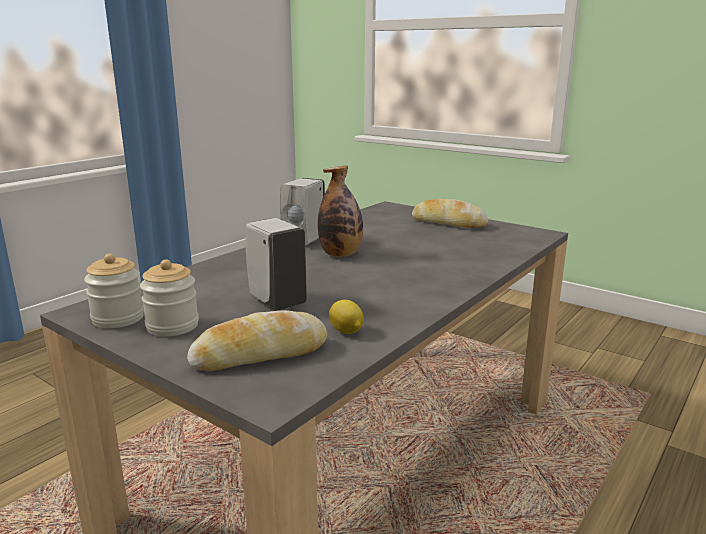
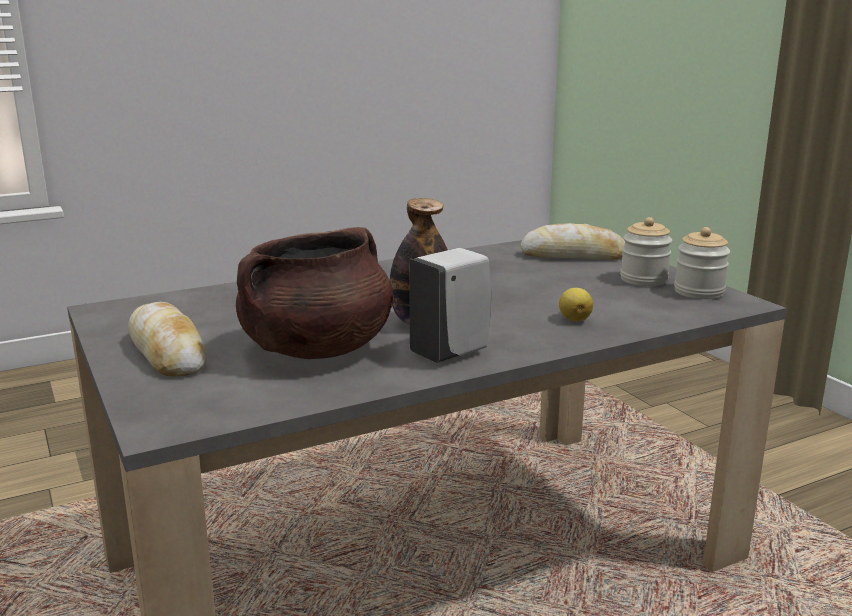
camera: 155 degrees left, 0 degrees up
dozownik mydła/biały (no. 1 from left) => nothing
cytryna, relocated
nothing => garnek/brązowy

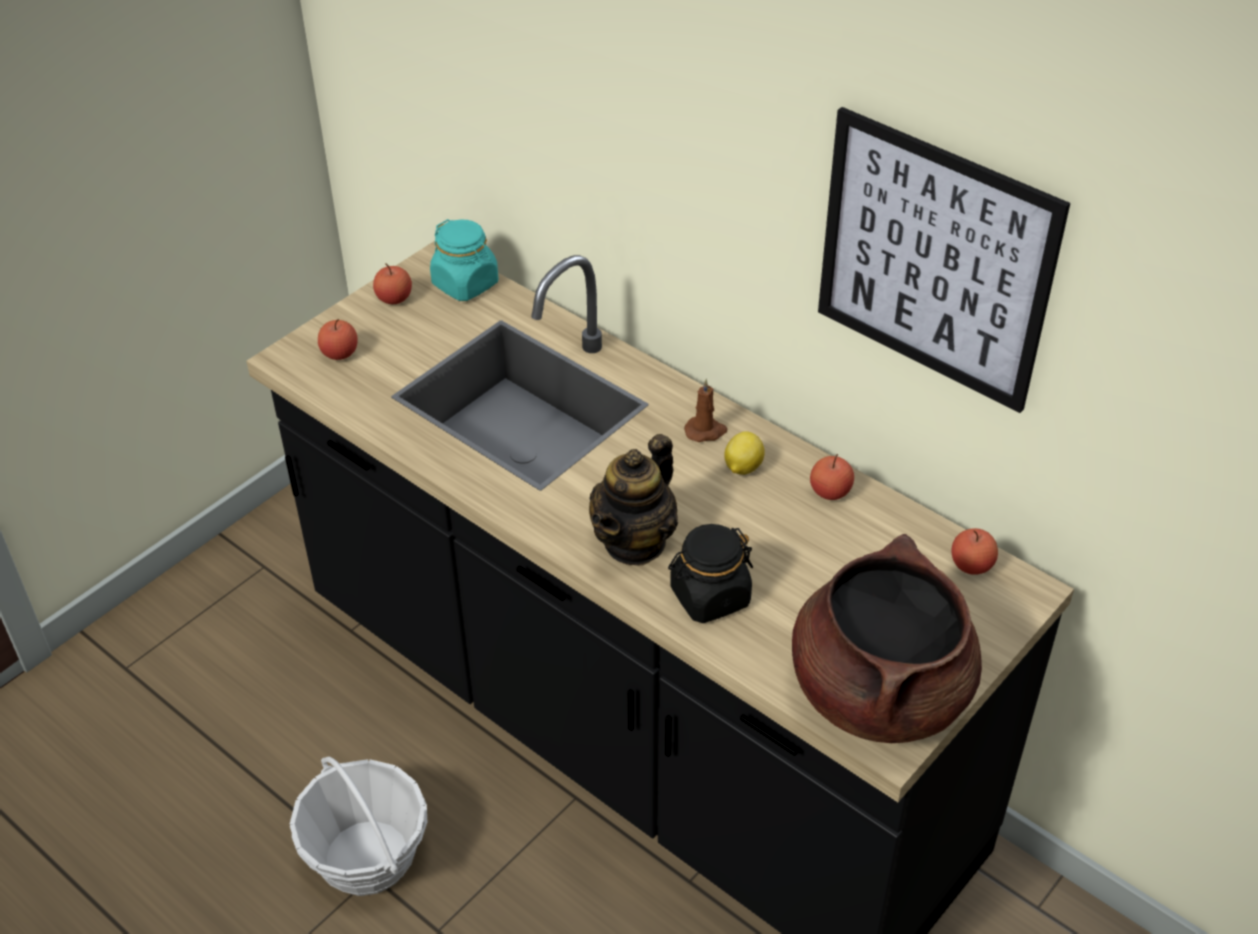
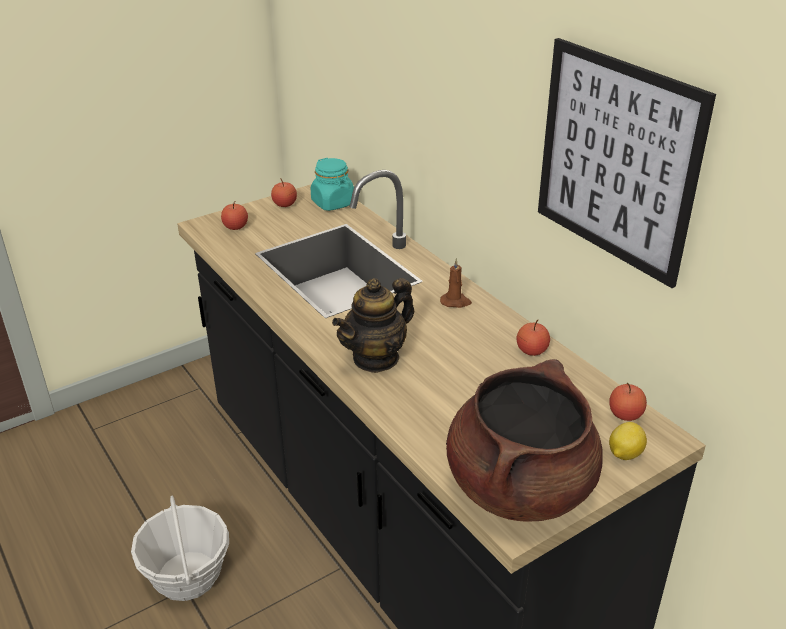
camera: 15 degrees right, 10 degrees down
słoik/czarny => nothing
cytryna, relocated

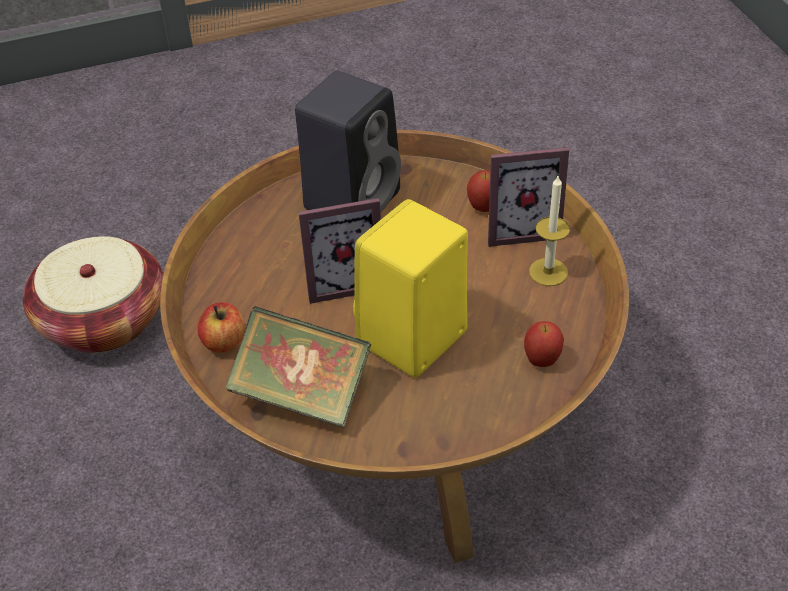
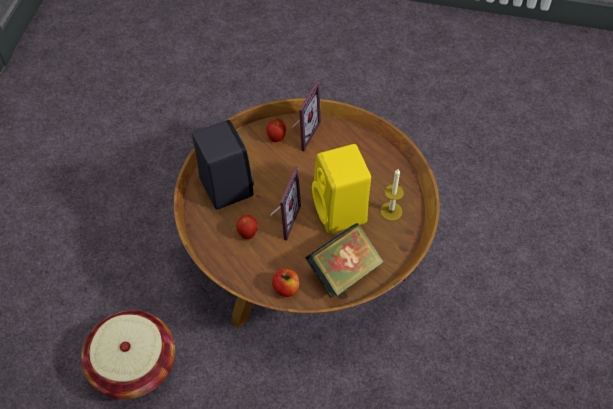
camera: 60 degrees left, 10 degrees up
jabłko (no. 3 from left in the first image) => jabłko (no. 1 from left), relocated
świeca, relocated

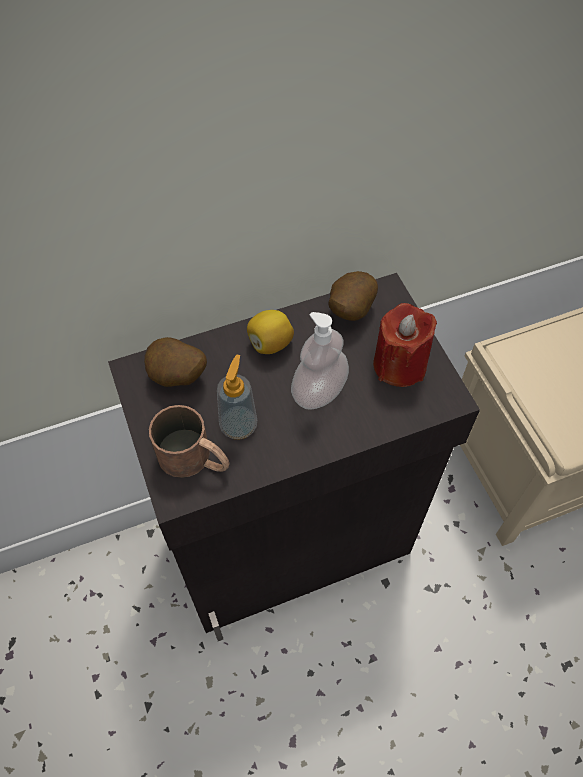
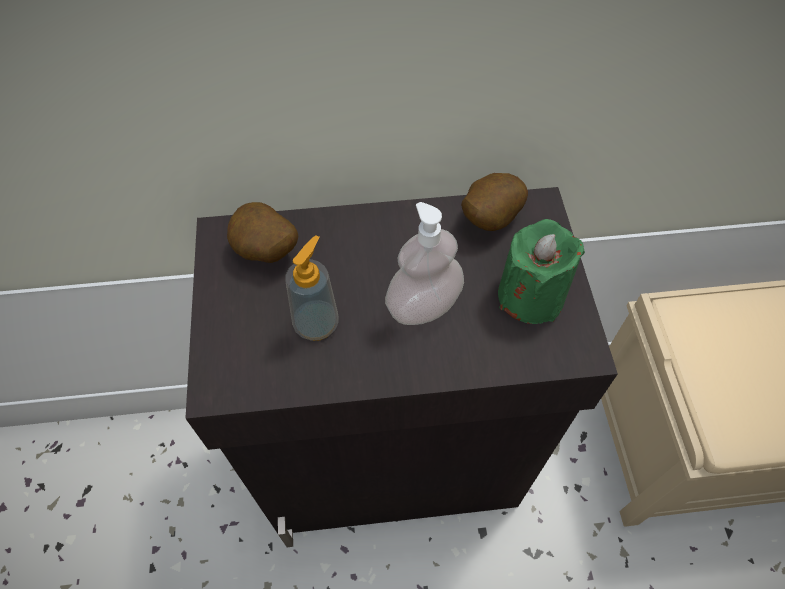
camera: 15 degrees right, 0 degrees up
kubek/brązowy => nothing
cytryna => nothing
świeca/czerwony => świeca/zielony

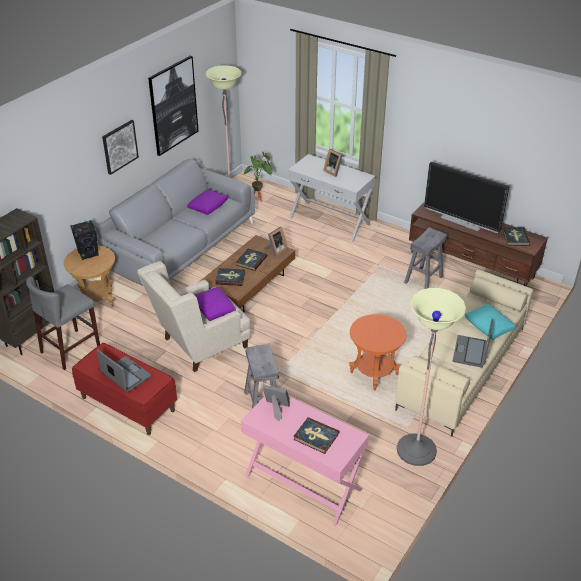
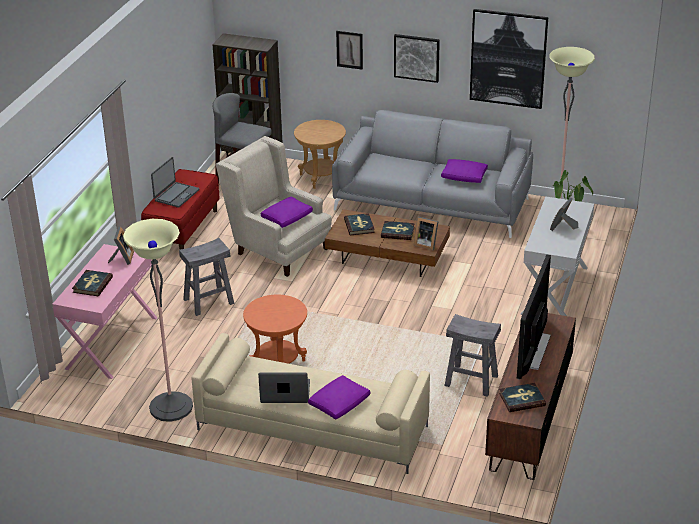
camera: 75 degrees right, 5 degrees down
głośnik/czarny => nothing
poduszka/turkusowy => poduszka/fioletowy (no. 2 from left)
nothing => obraz (no. 1 from left)

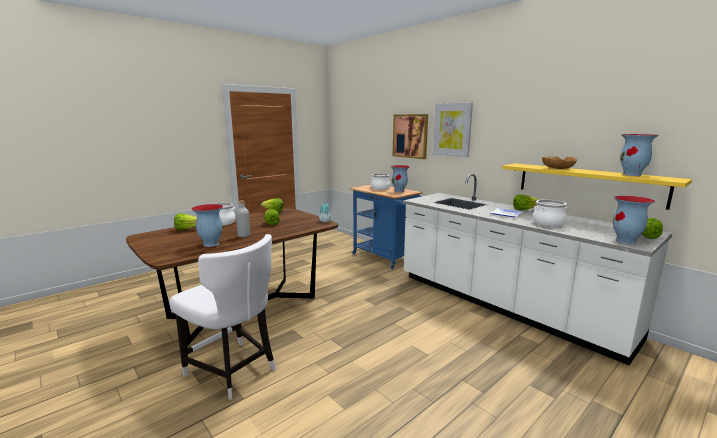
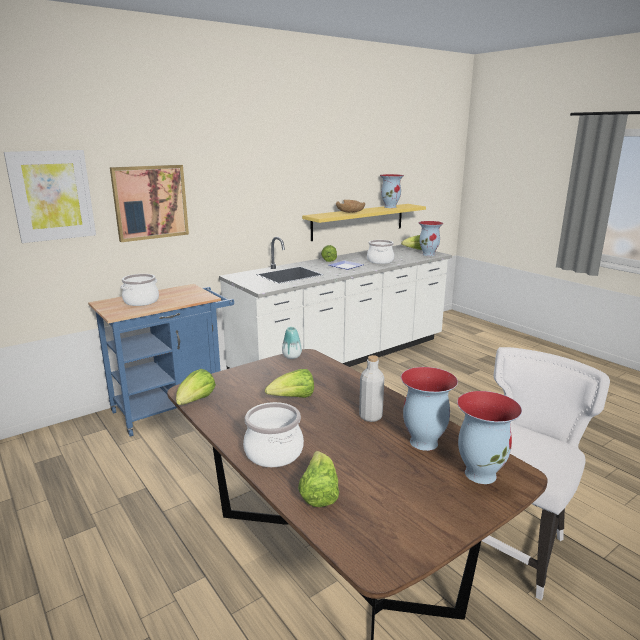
camera: 85 degrees left, 5 degrees up
wazon (no. 3 from left in the first image) => wazon (no. 5 from left), relocated
obraz (no. 2 from left in the first image) => obraz (no. 1 from left), relocated

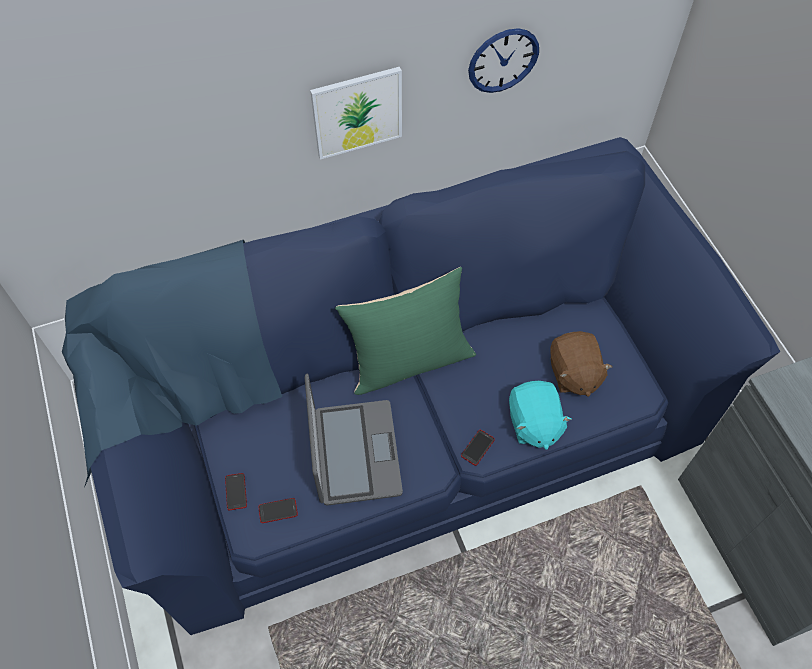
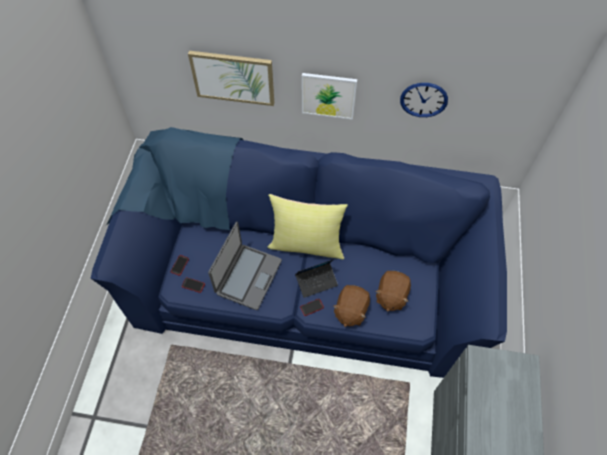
camera: 30 degrees right, 0 degrees up
poduszka/zielony => poduszka/żółty
pluszak/turkusowy => pluszak/brązowy (no. 1 from left)
nothing => obraz (no. 1 from left)
nothing => laptop (no. 2 from left)

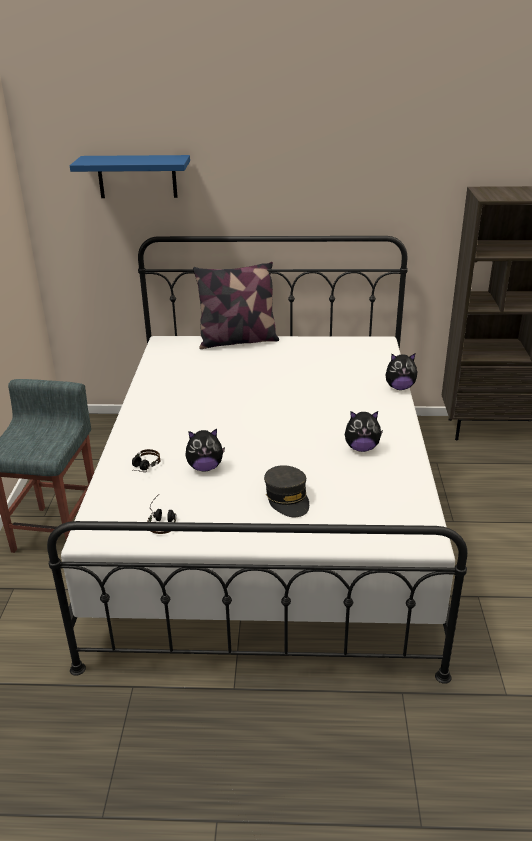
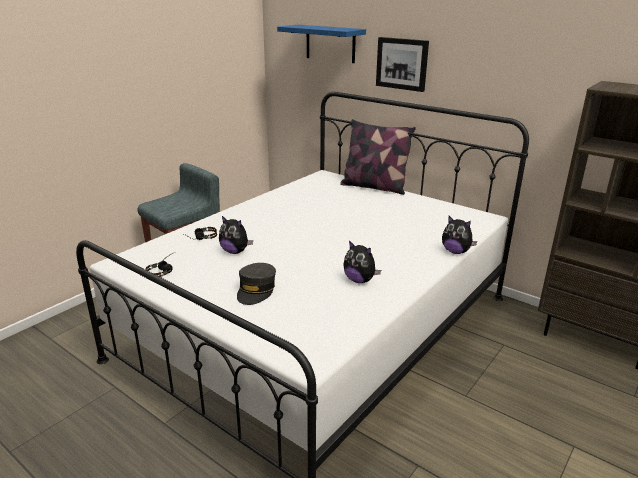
camera: 35 degrees right, 5 degrees down
nothing => obraz

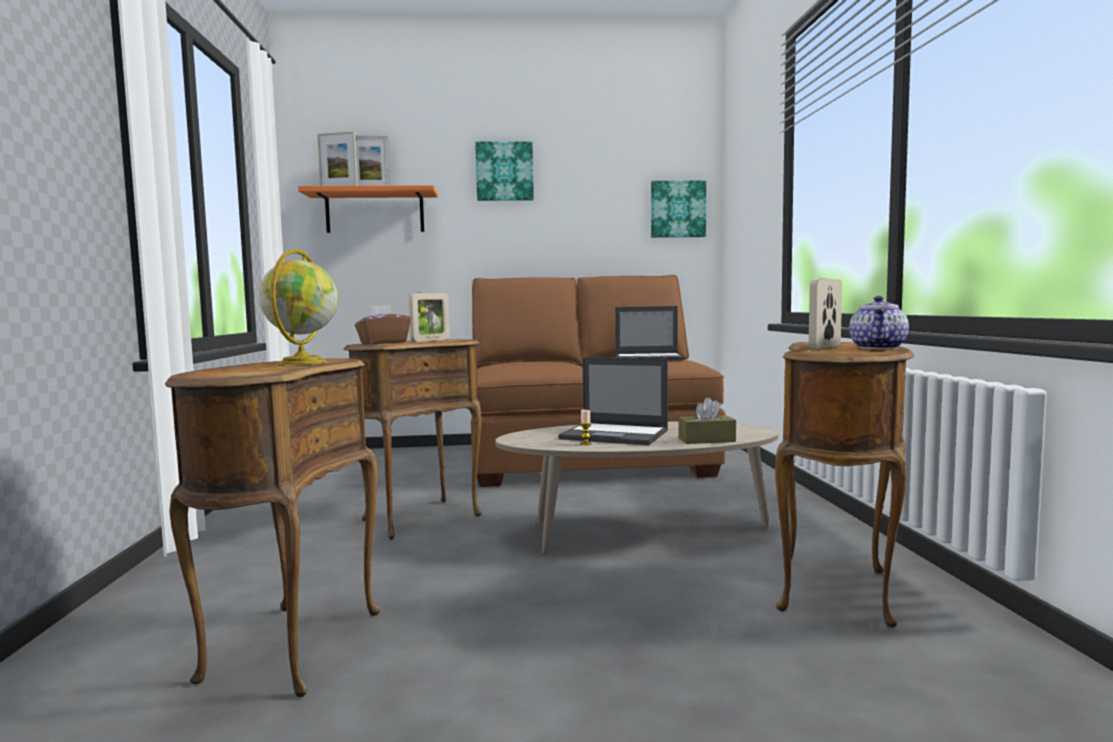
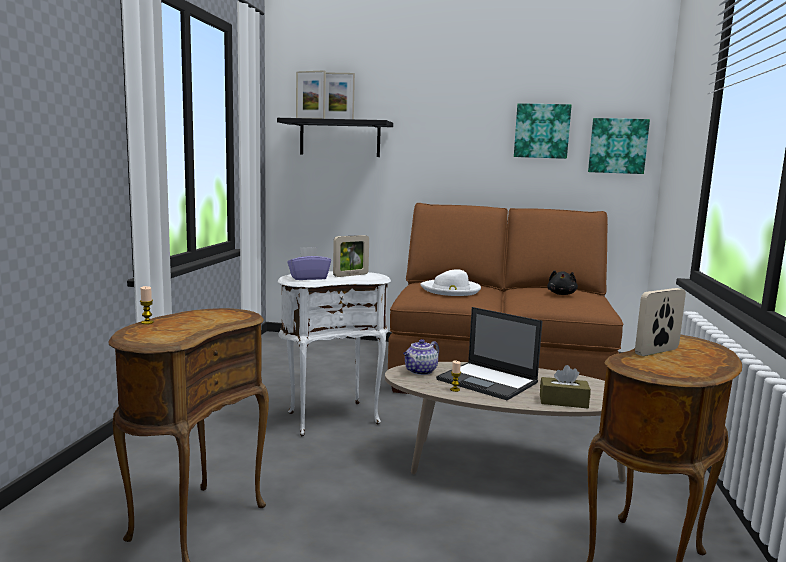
camera: 15 degrees right, 5 degrees up
globus => nothing
półka/pomarańczowy => półka/czarny
stolik/brązowy (no. 2 from left) => stolik/biały
pudełko chusteczek/brązowy (no. 1 from left) => pudełko chusteczek/fioletowy
obraz (no. 1 from left), relocated
laptop (no. 2 from left) => pluszak/czarny
imbryk, relocated
nothing => świeca (no. 1 from left)
nothing => kapelusz/biały

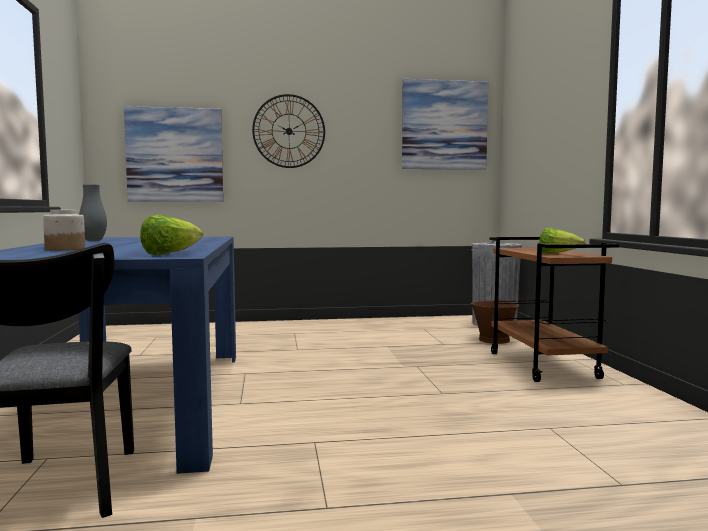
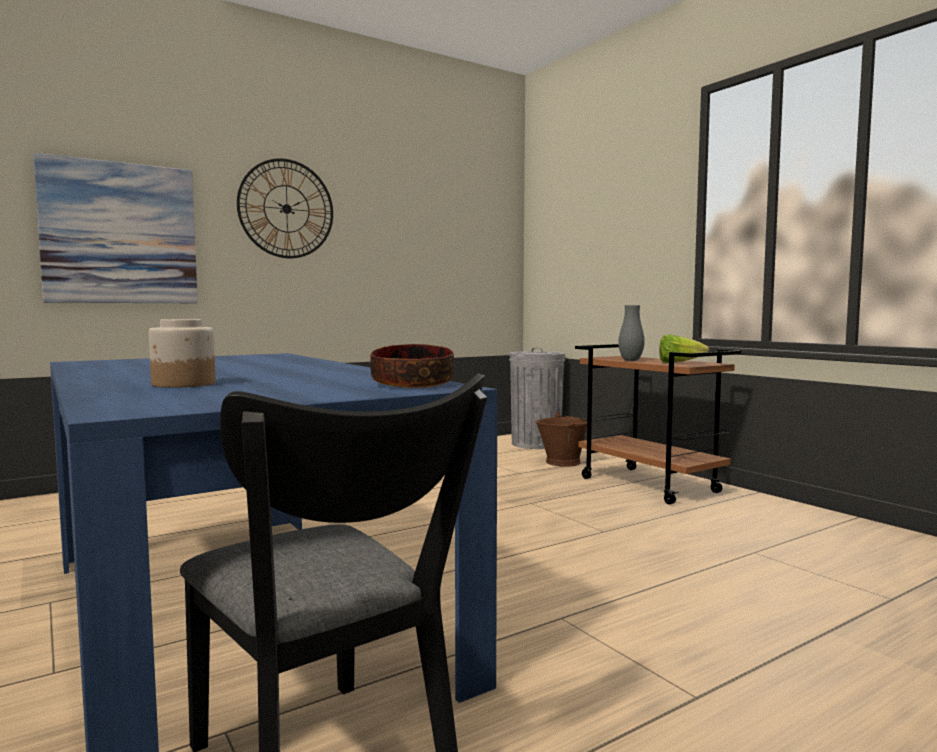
camera: 25 degrees left, 0 degrees up
wazon/szary, relocated
sałata (no. 1 from left) => miska
obraz (no. 2 from left) => nothing

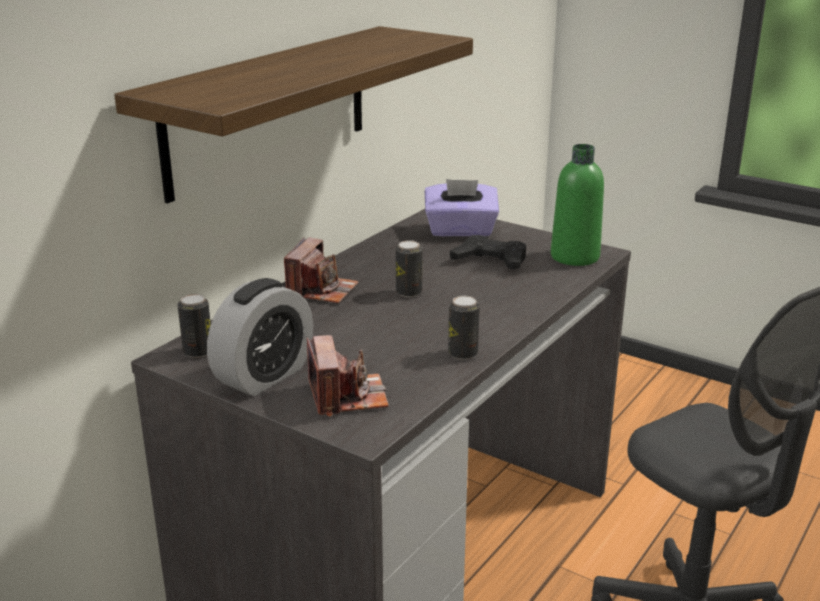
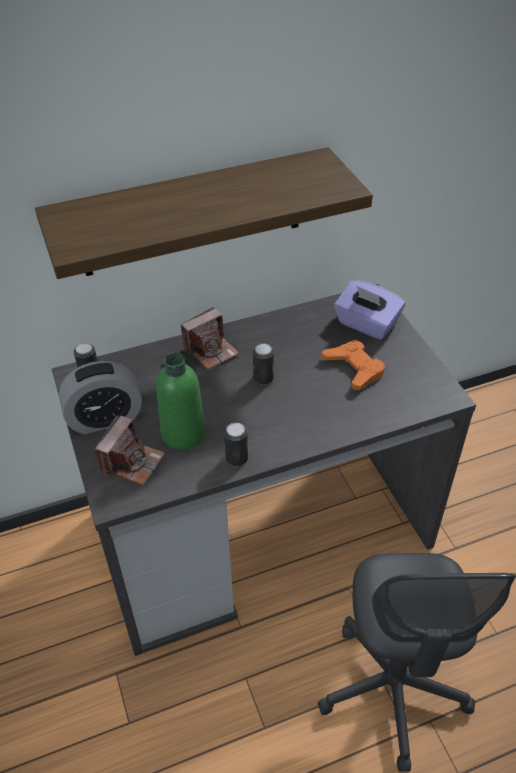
camera: 35 degrees right, 20 degrees up
pad do gier/czarny => pad do gier/pomarańczowy
butelka/zielony, relocated

